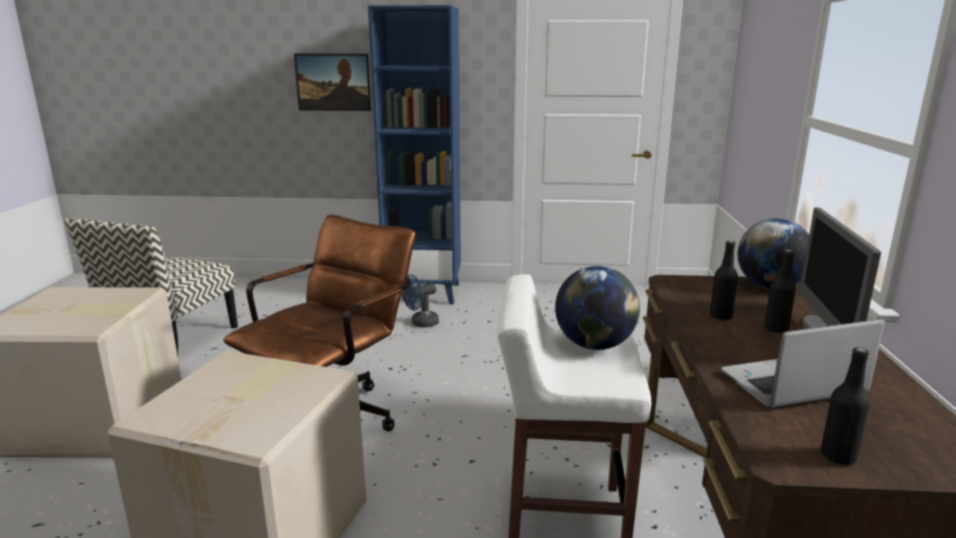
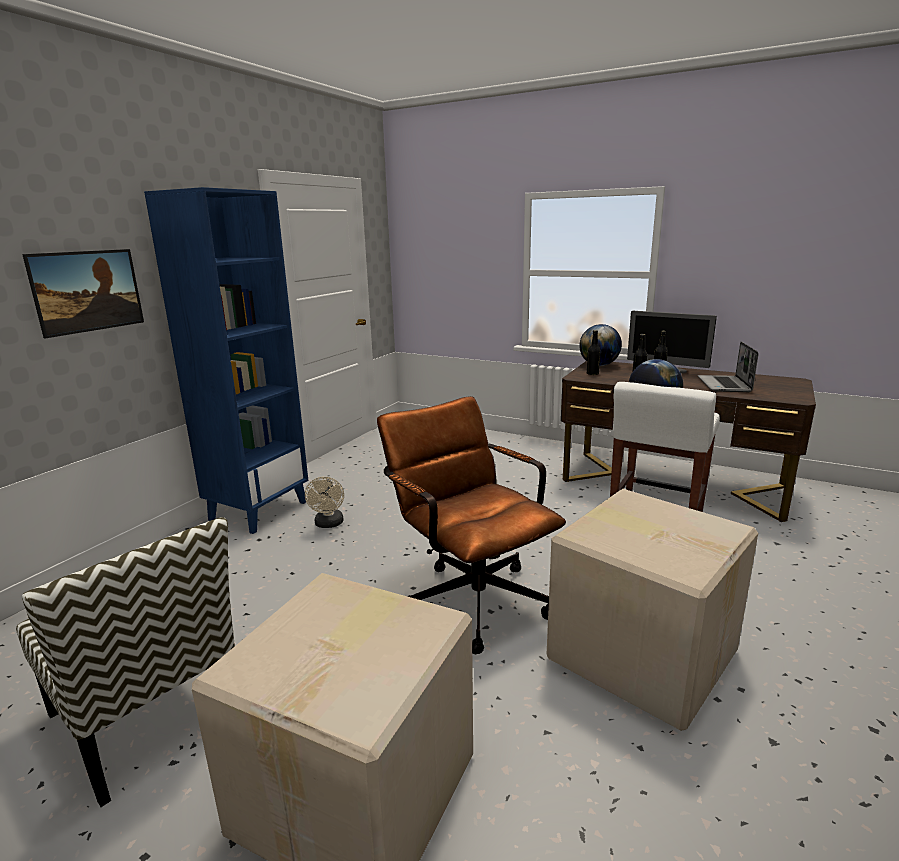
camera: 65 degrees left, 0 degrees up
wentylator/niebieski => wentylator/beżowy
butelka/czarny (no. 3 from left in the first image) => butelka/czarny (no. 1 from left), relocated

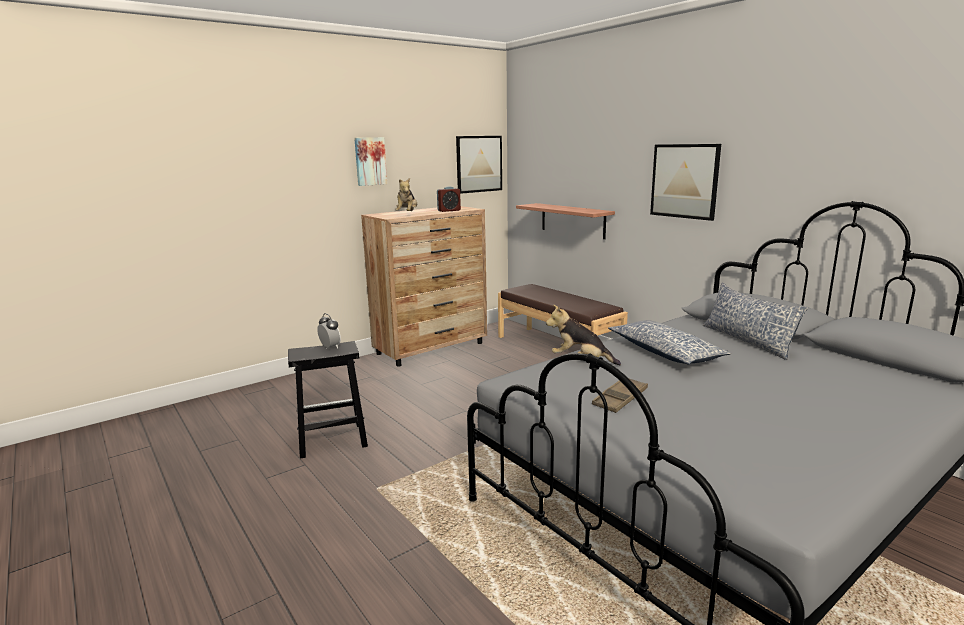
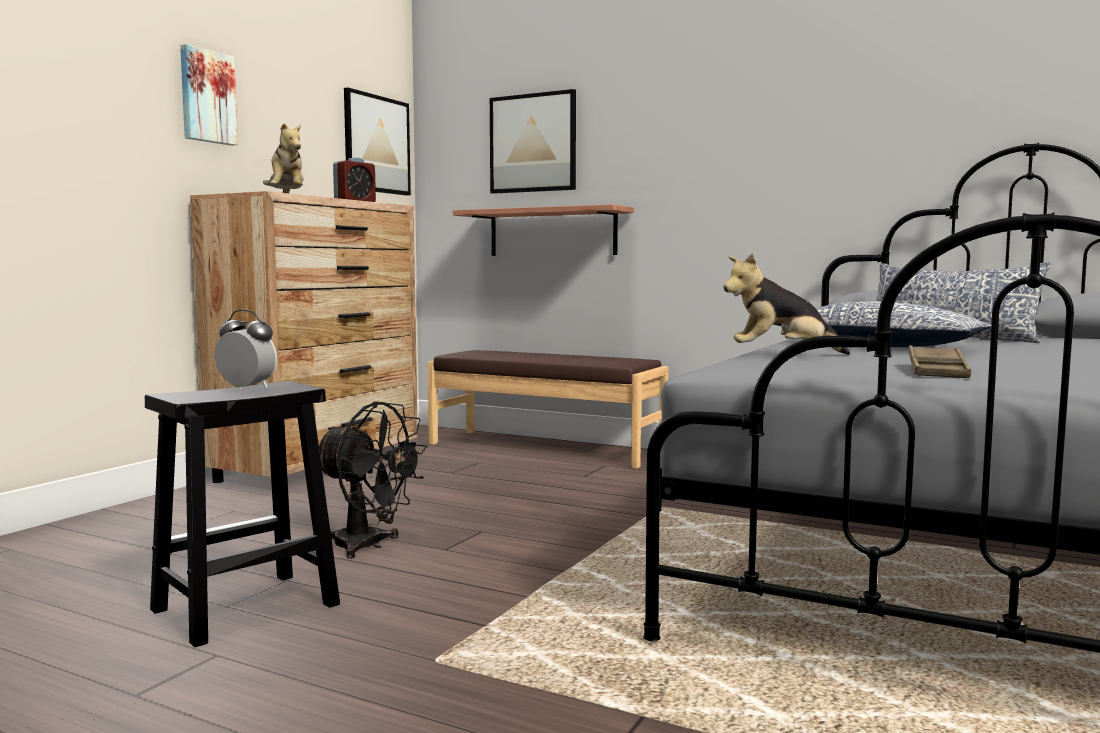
camera: 25 degrees left, 10 degrees down
obraz (no. 3 from left), relocated
nothing => wentylator/czarny

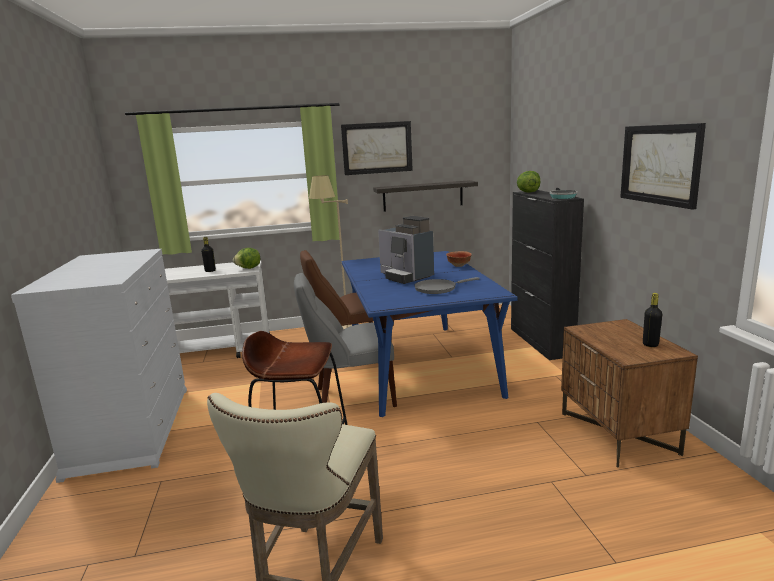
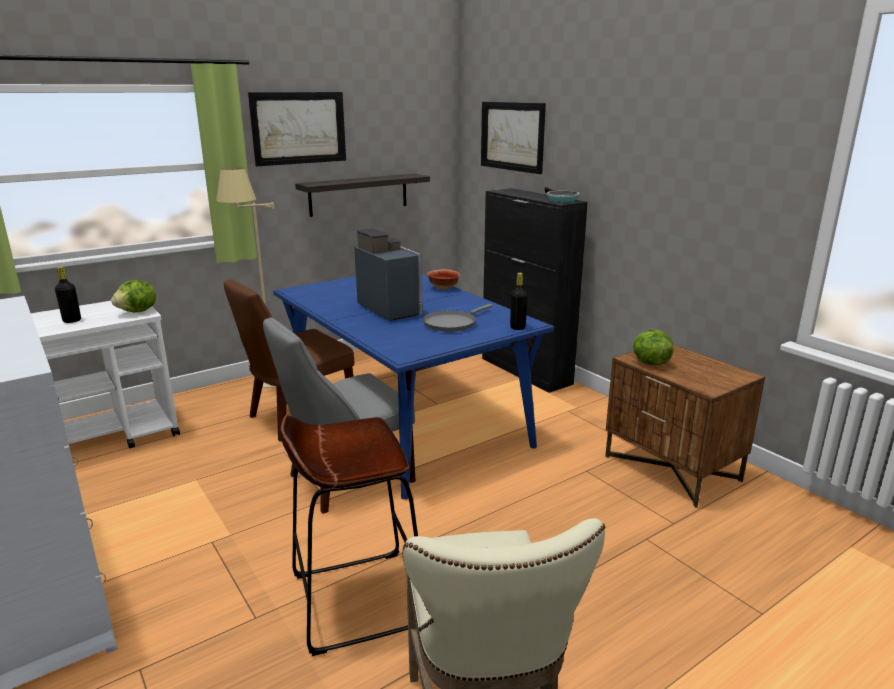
camera: 25 degrees left, 5 degrees up
ekspres do kawy, 150 degrees counterclockwise
sałata (no. 2 from left), relocated
obraz (no. 2 from left), relocated
butelka/czarny (no. 2 from left), relocated

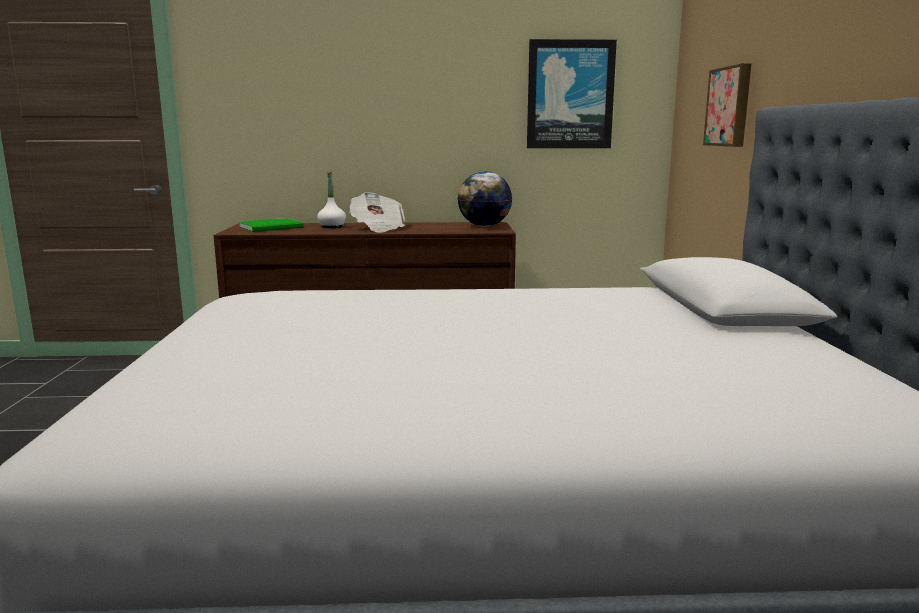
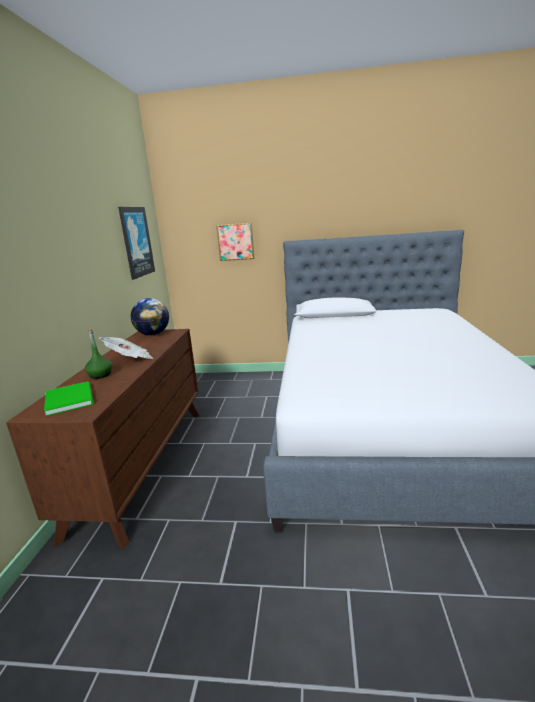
camera: 80 degrees left, 5 degrees up
butelka/biały => butelka/zielony

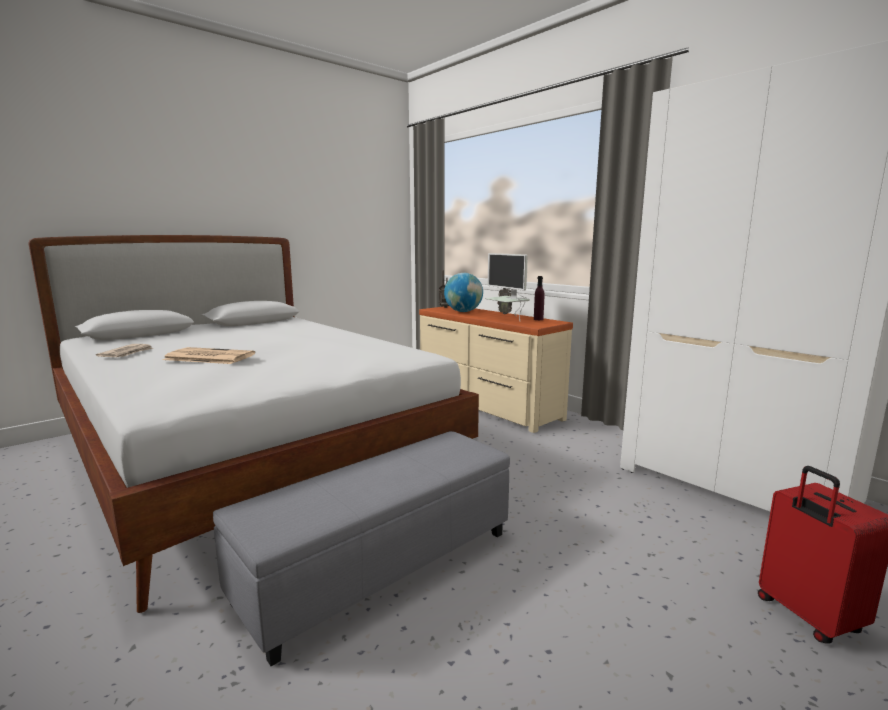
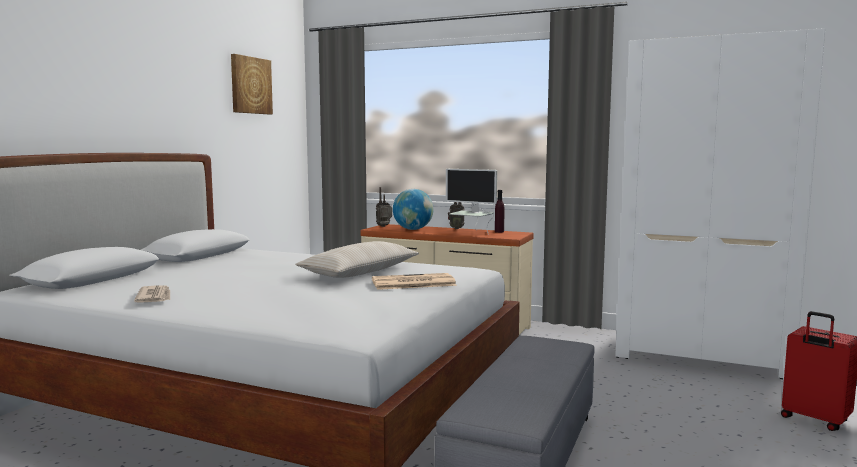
camera: 25 degrees left, 5 degrees down
gazeta (no. 2 from left), relocated
nothing => obraz
nothing => poduszka/beżowy

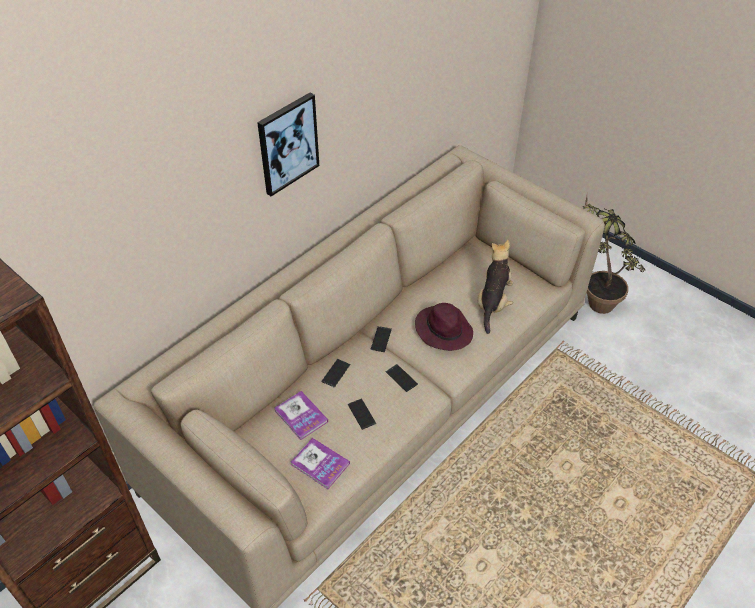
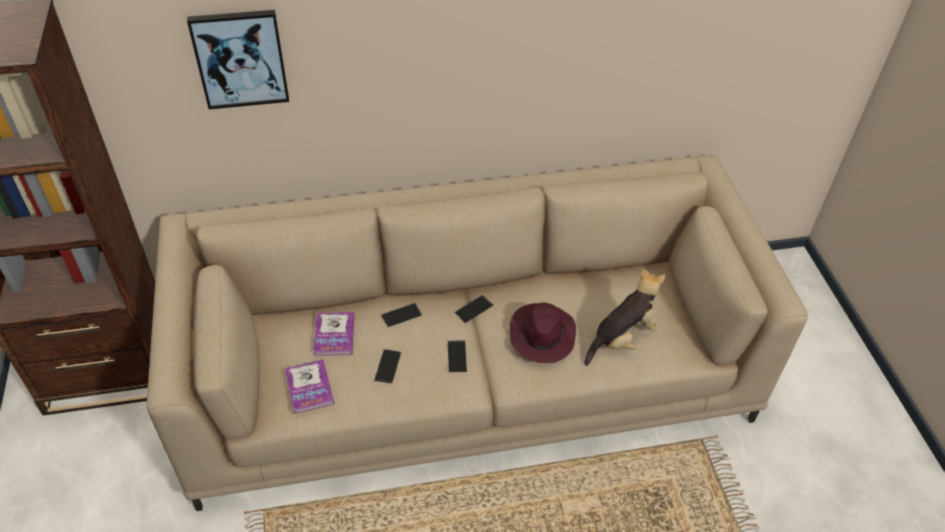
camera: 35 degrees right, 0 degrees up
obraz, relocated
roślina doniczkowa => nothing

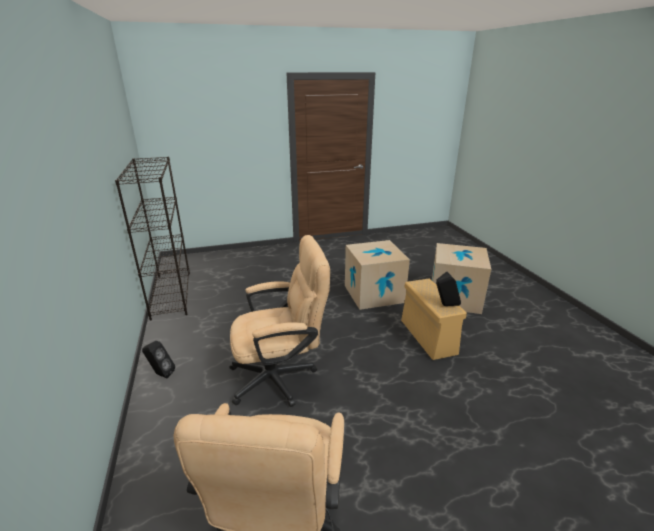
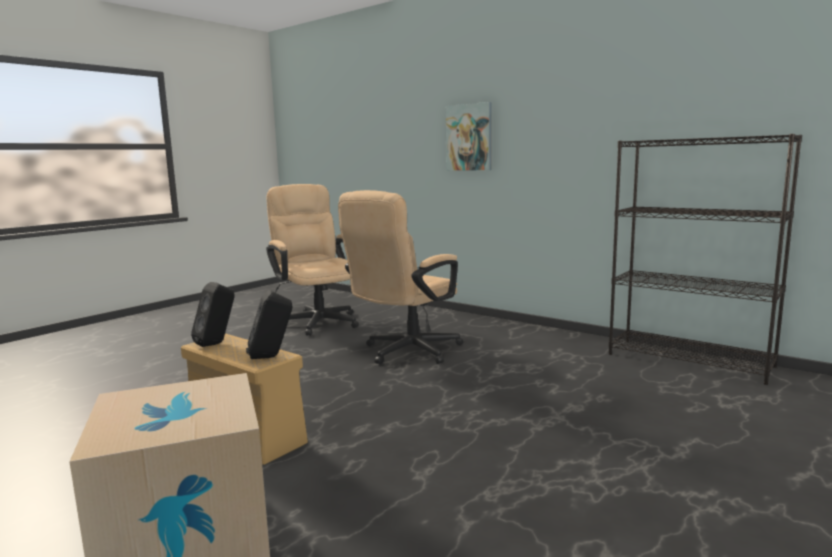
camera: 145 degrees right, 15 degrees down
głośnik/czarny (no. 1 from left in the first image) => głośnik/czarny (no. 2 from left), relocated
karton (no. 1 from left) => nothing
nothing => obraz

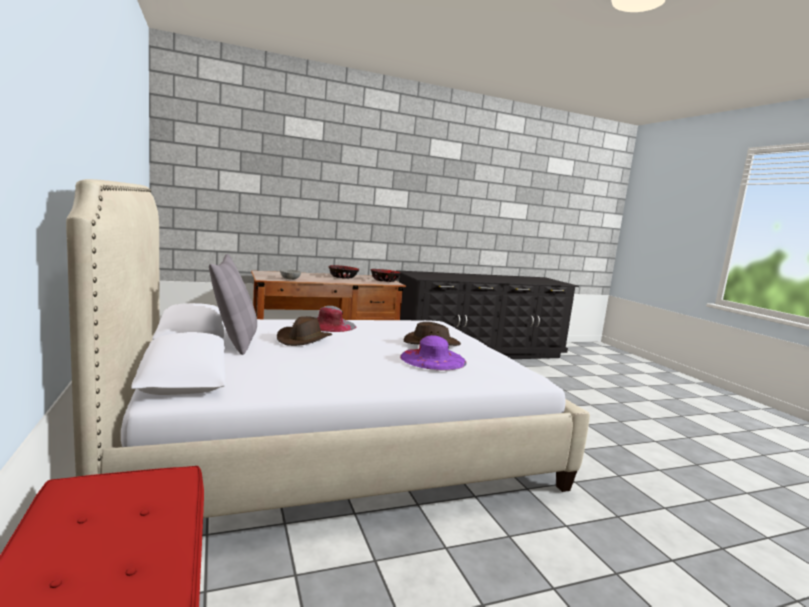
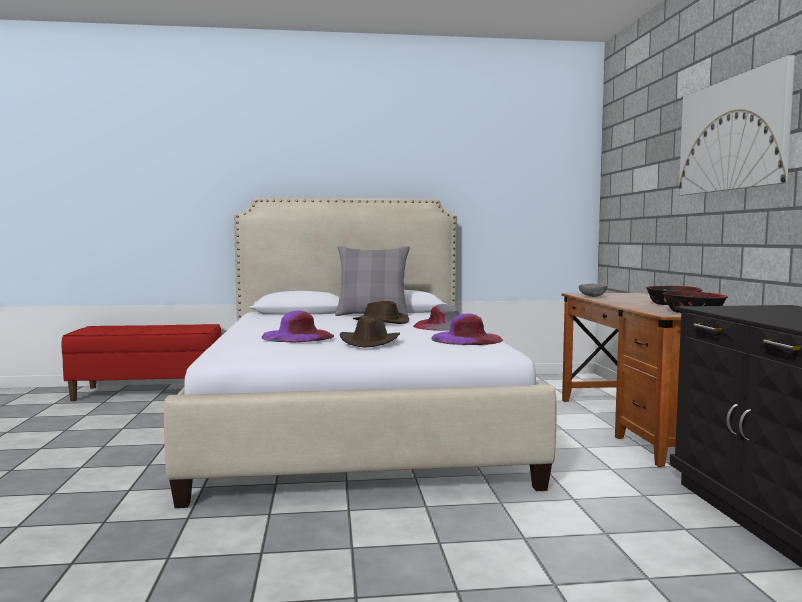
camera: 105 degrees right, 5 degrees down
nothing => kapelusz/fioletowy (no. 2 from left)
nothing => obraz

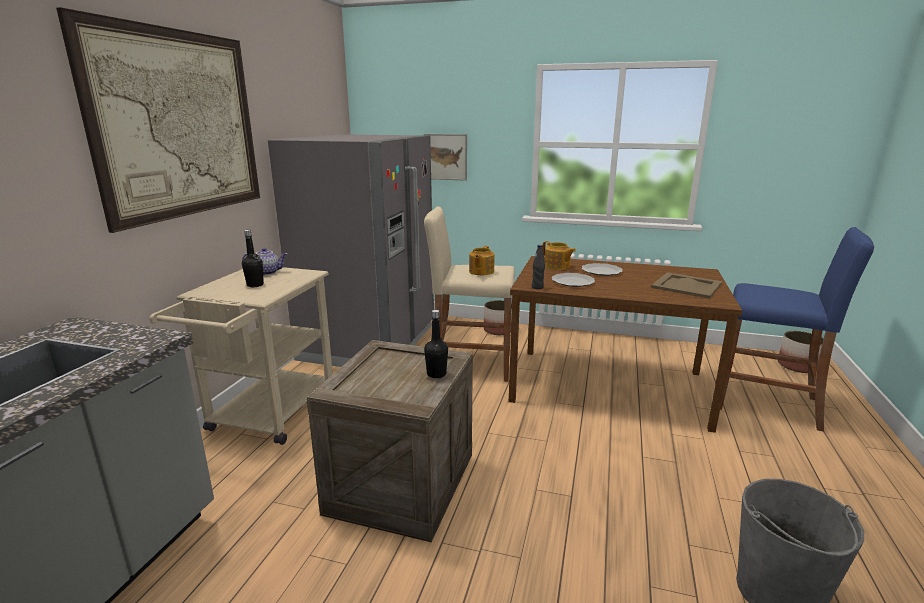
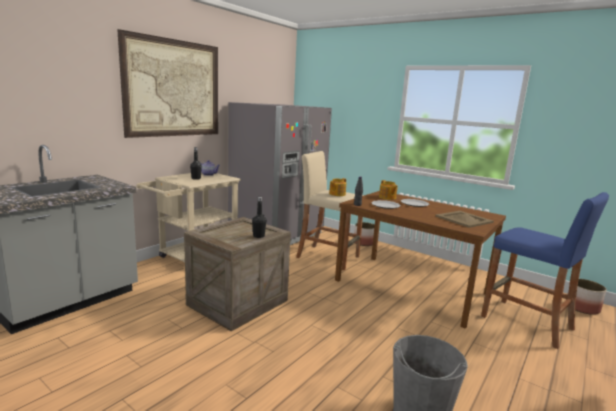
camera: 20 degrees right, 5 degrees down
obraz (no. 2 from left) => nothing

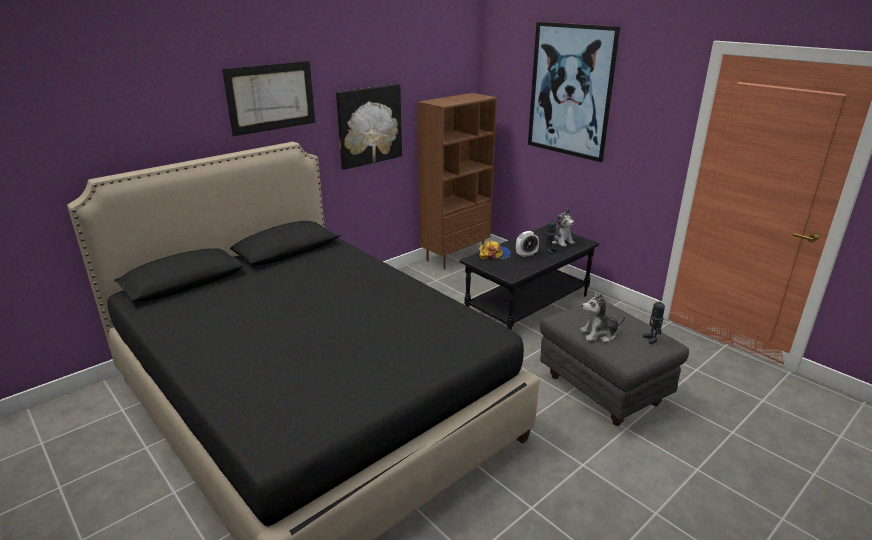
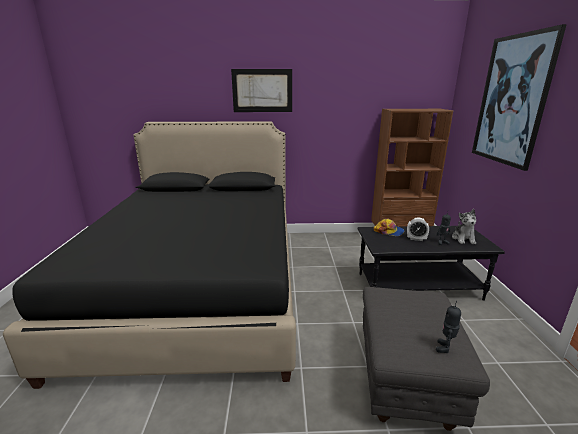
camera: 40 degrees right, 5 degrees down
obraz (no. 2 from left) => nothing
pluszak (no. 2 from left) => nothing

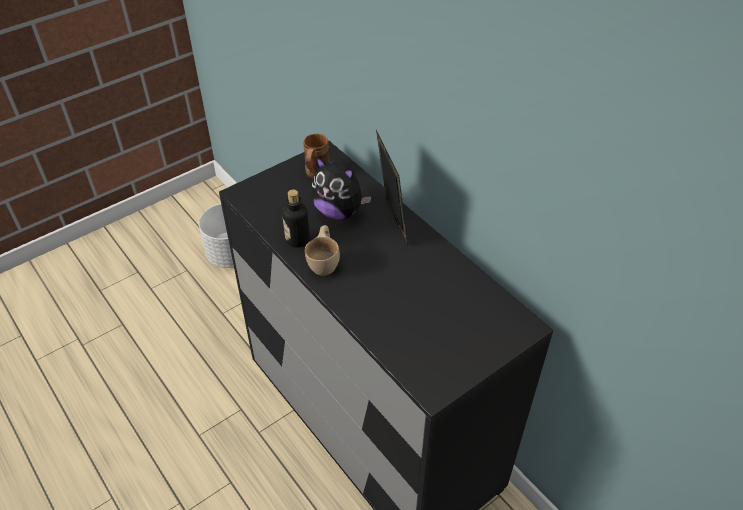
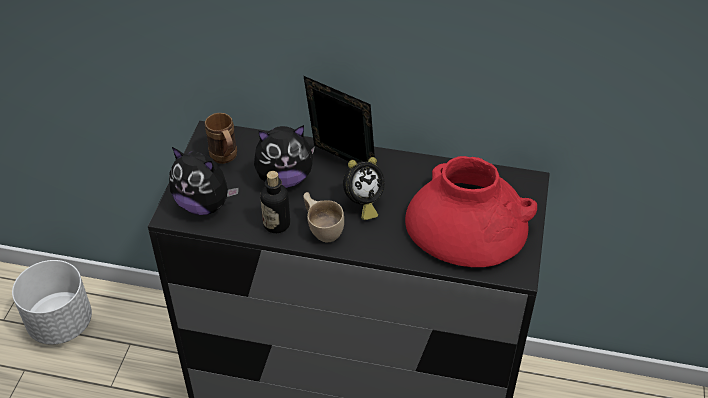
camera: 40 degrees left, 0 degrees up
nothing => pluszak (no. 1 from left)
nothing => budzik
nothing => wazon/czerwony

